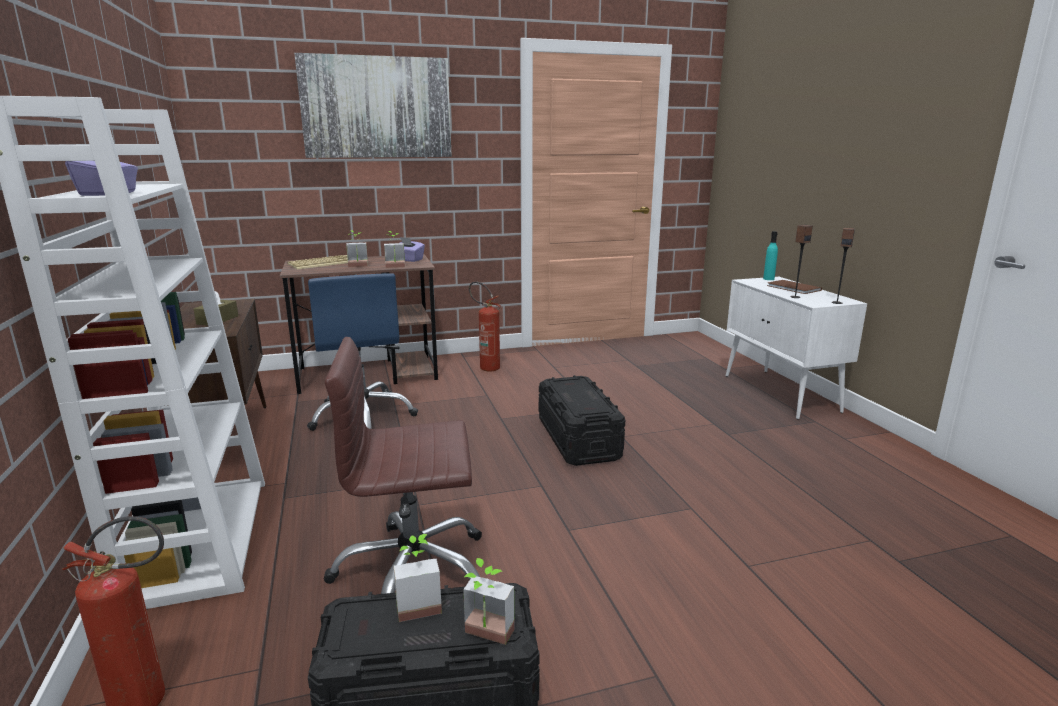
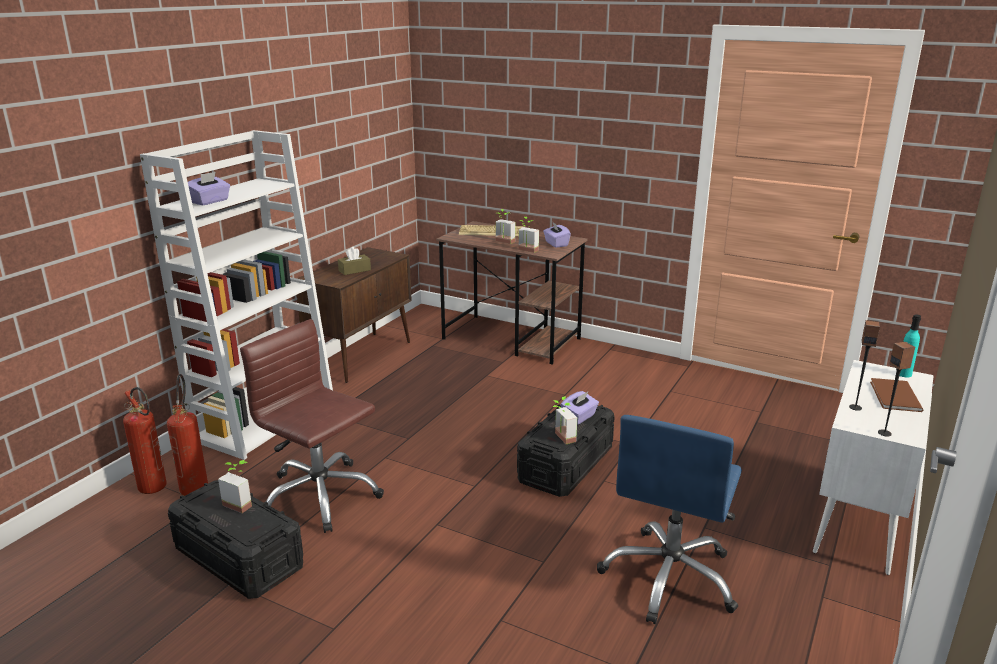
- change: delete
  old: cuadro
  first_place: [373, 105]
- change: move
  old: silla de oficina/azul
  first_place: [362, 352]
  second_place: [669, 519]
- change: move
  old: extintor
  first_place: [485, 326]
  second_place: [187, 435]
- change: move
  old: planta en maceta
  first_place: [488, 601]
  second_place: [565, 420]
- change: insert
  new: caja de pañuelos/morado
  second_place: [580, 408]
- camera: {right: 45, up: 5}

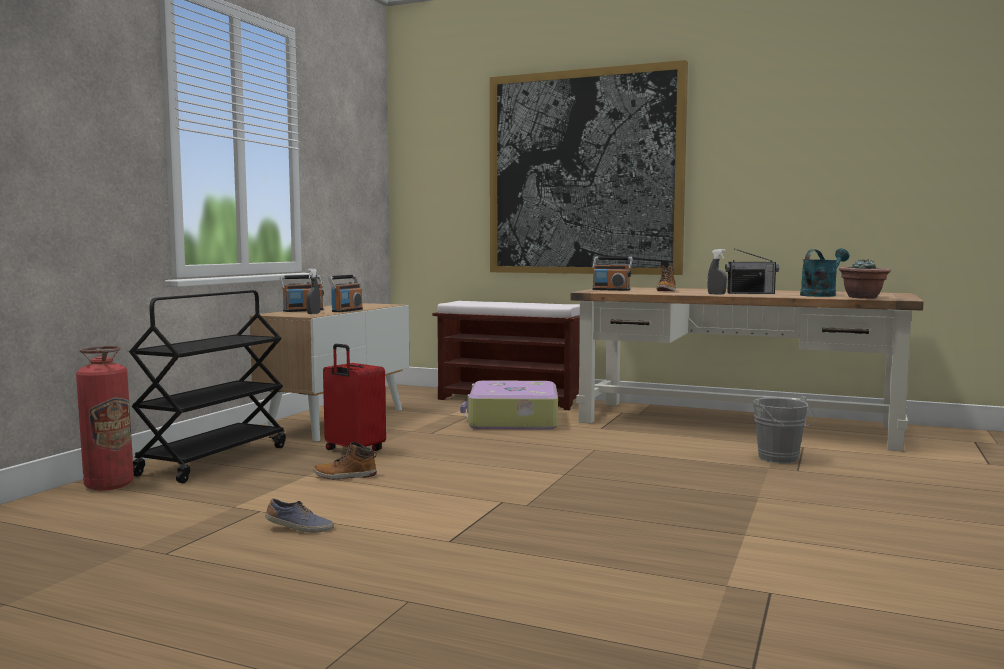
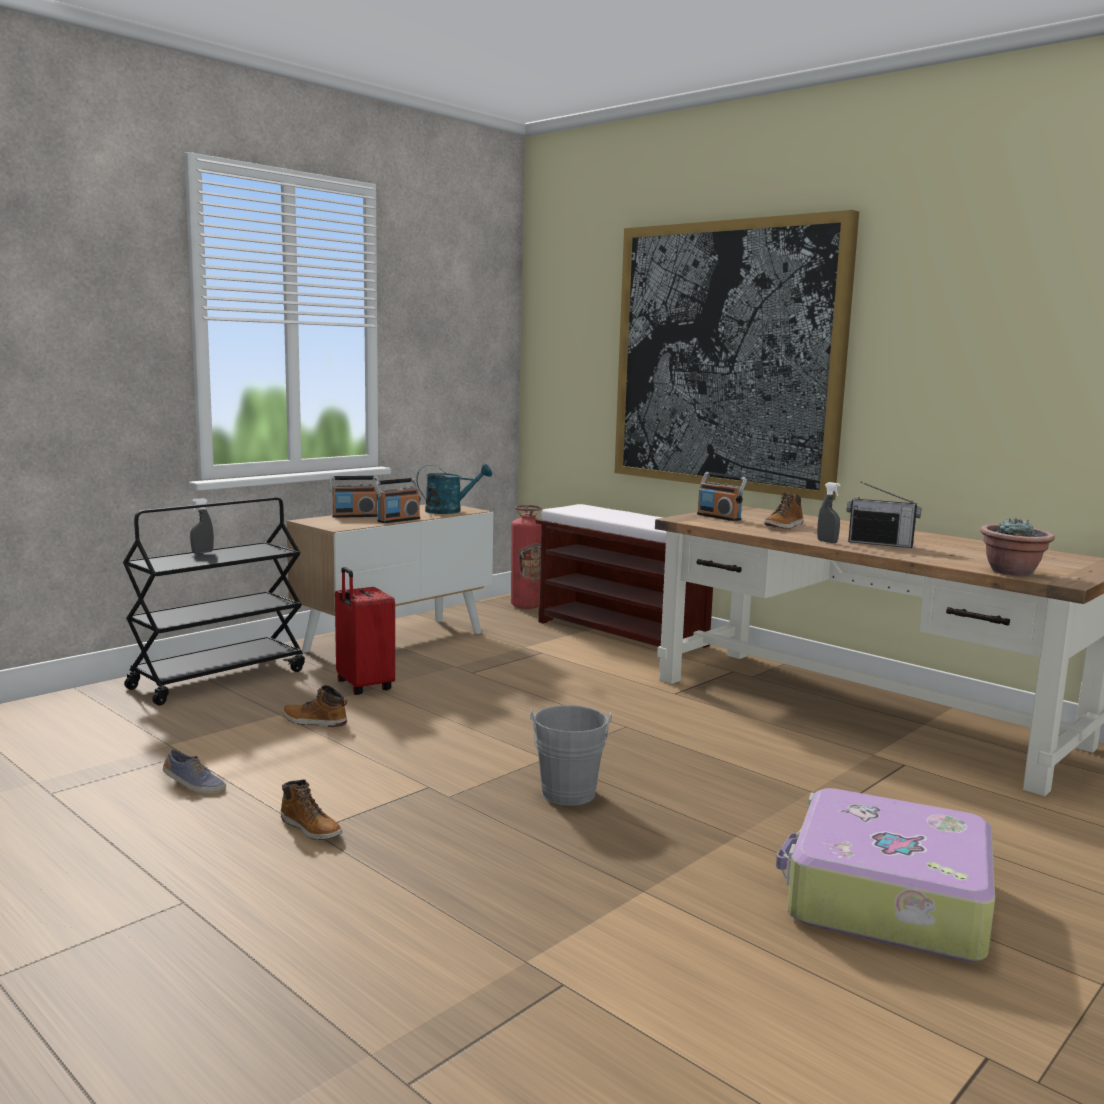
- change: move
  old: regadera/turquesa
  first_place: [824, 272]
  second_place: [454, 488]
- change: move
  old: pulverizador/gris
  first_place: [313, 291]
  second_place: [202, 526]
- change: move
  old: extintor
  first_place: [105, 418]
  second_place: [526, 557]
- change: move
  old: maleta
  first_place: [509, 405]
  second_place: [885, 875]
- change: move
  old: cubo/gris
  first_place: [784, 430]
  second_place: [571, 755]
- change: insert
  new: bota
  second_place: [311, 809]
- camera: {right: 20, up: 5}

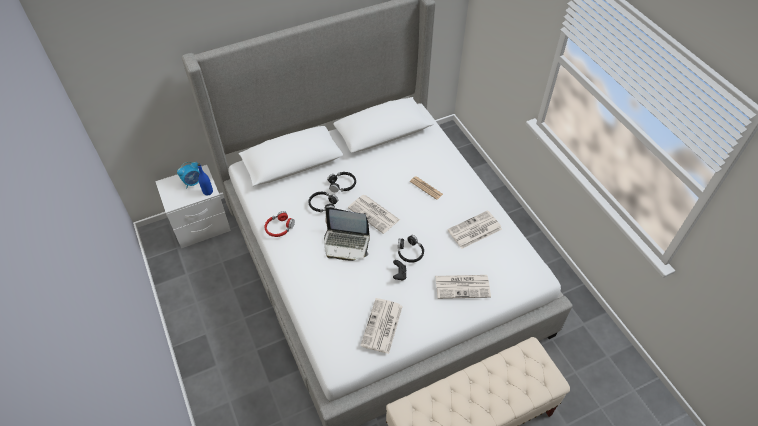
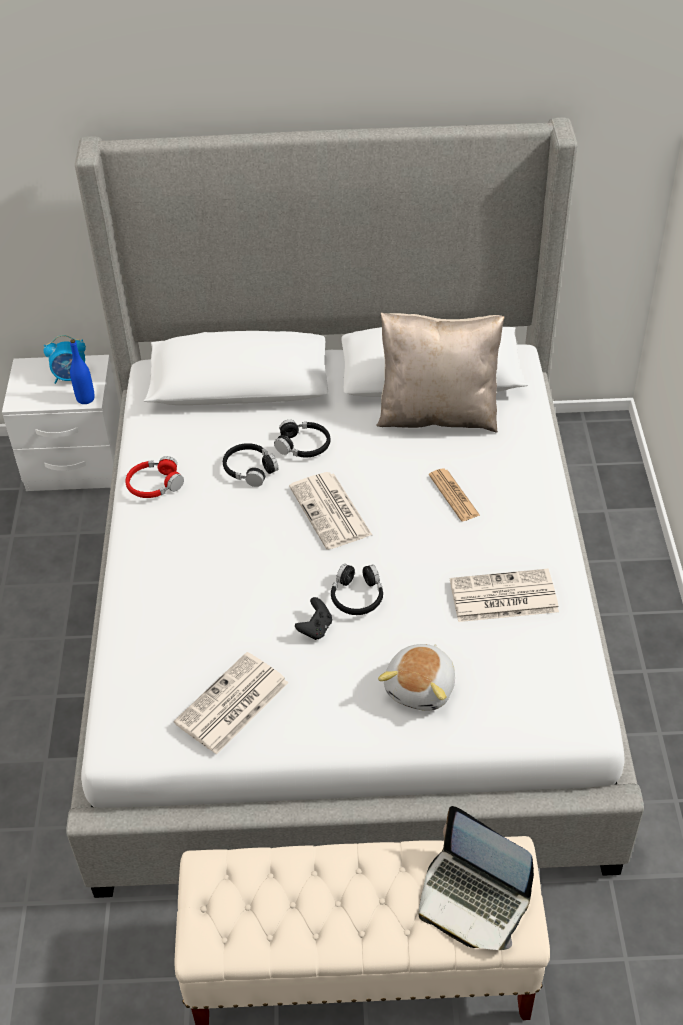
- change: move
  old: portátil
  first_place: [347, 234]
  second_place: [476, 878]
- change: replace
  old: periódico
  new: peluche
  first_place: [463, 287]
  second_place: [416, 677]
- change: insert
  new: cojín/beis
  second_place: [440, 372]
- camera: {right: 25, up: -5}

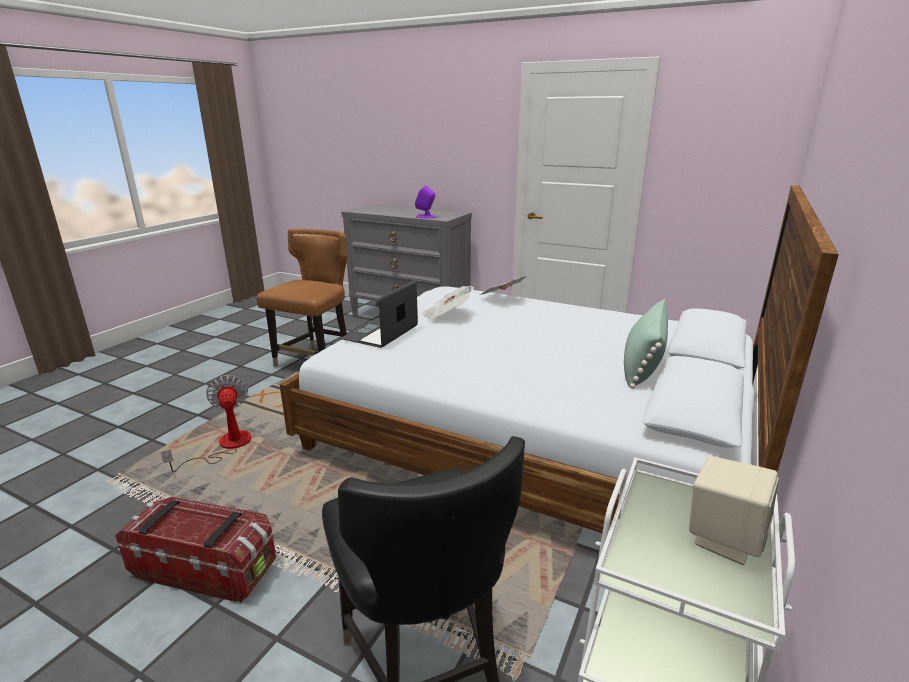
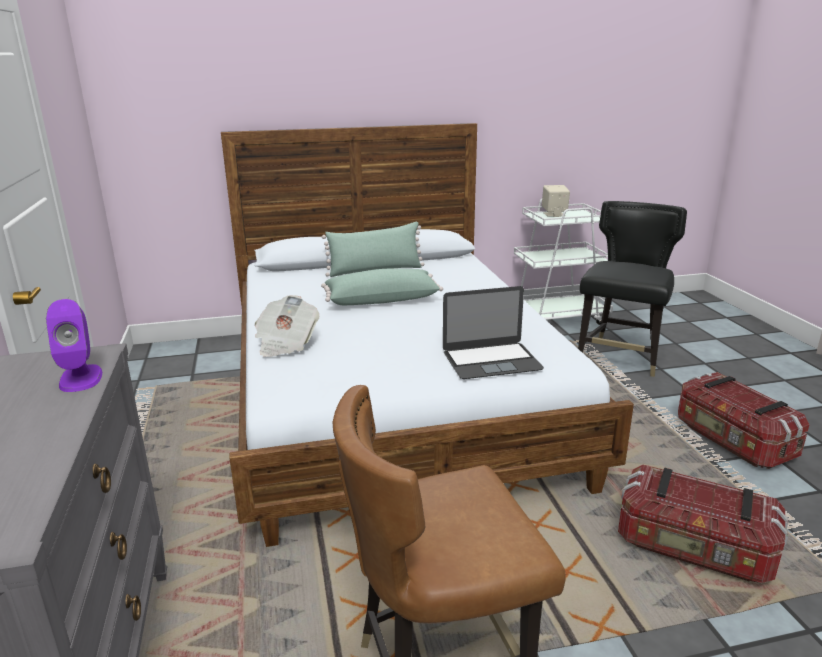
- change: delete
  old: periódico
  first_place: [448, 303]
- change: replace
  old: ventilador
  new: caja de almacenaje
  first_place: [206, 423]
  second_place: [703, 523]
- change: insert
  new: cojín/verde
  second_place: [382, 286]
- camera: {right: -130, up: 0}

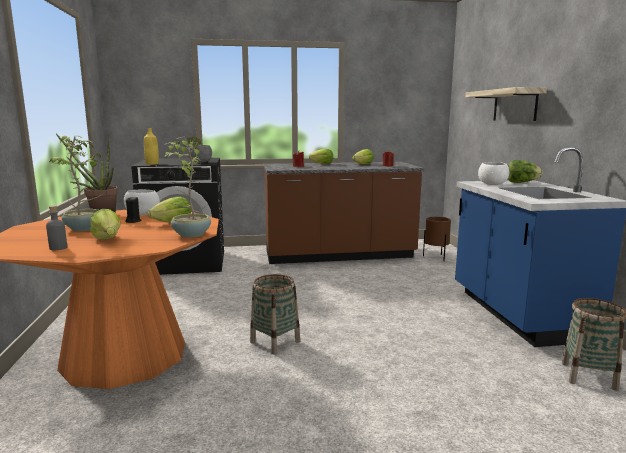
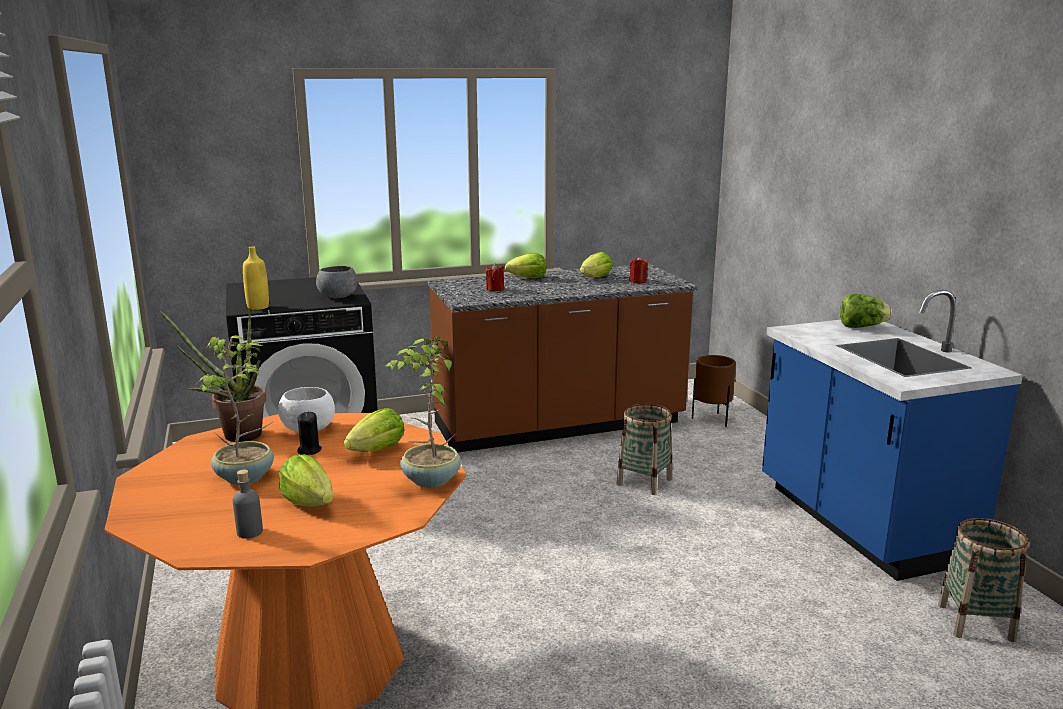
- change: delete
  old: estante
  first_place: [506, 104]
- change: delete
  old: cuenco/blanco
  first_place: [494, 173]
- change: move
  old: cesta
  first_place: [275, 314]
  second_place: [644, 449]
- camera: {right: -10, up: 5}

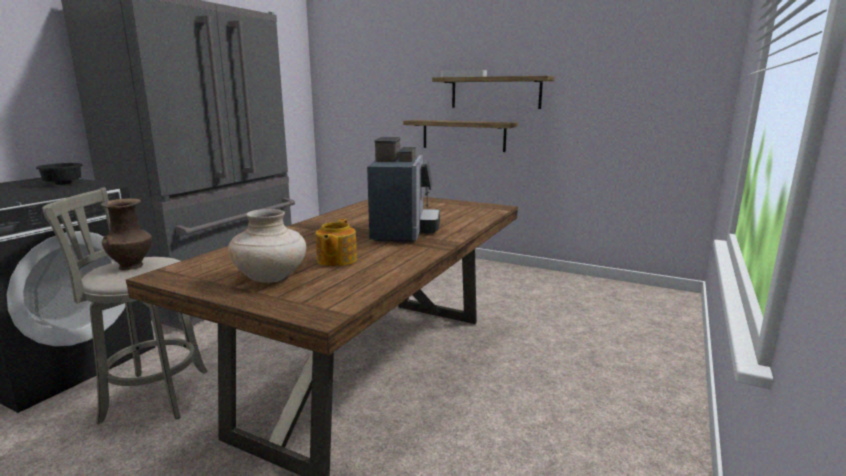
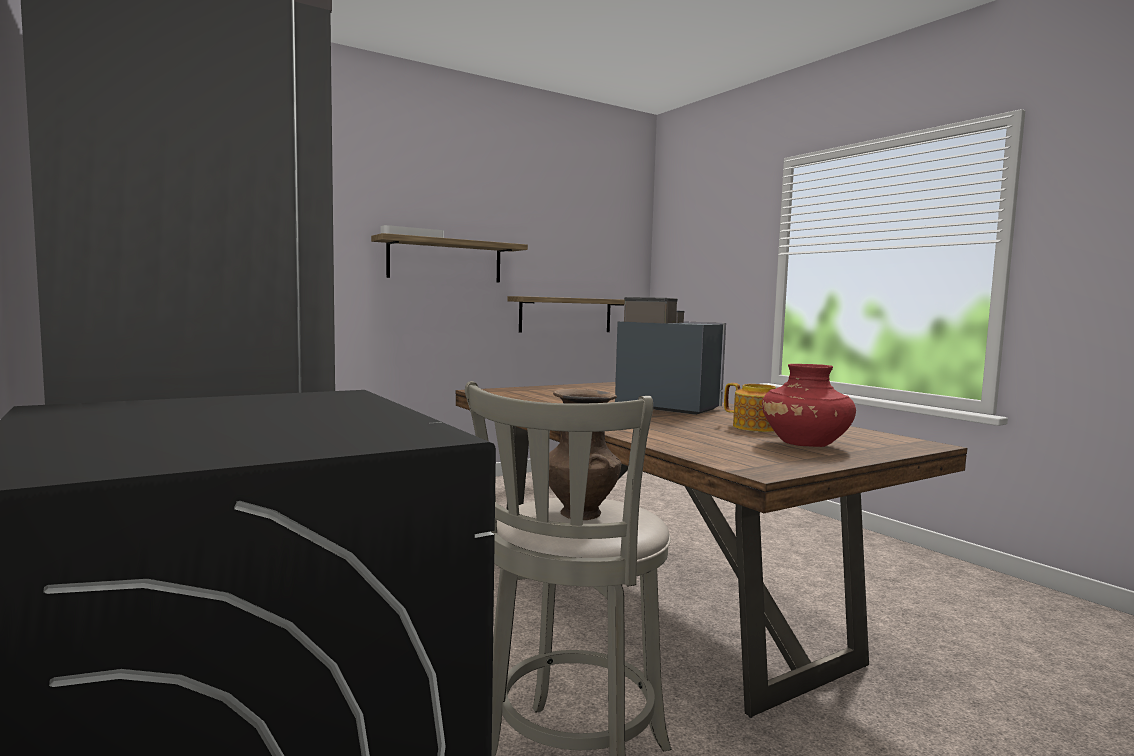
- change: move
  old: estante
  first_place: [460, 136]
  second_place: [566, 314]
- change: delete
  old: cuenco/negro
  first_place: [59, 174]
- change: recolor
  old: florero/beis
  new: florero/rojo
  first_place: [267, 246]
  second_place: [809, 405]
- camera: {right: -60, up: -10}

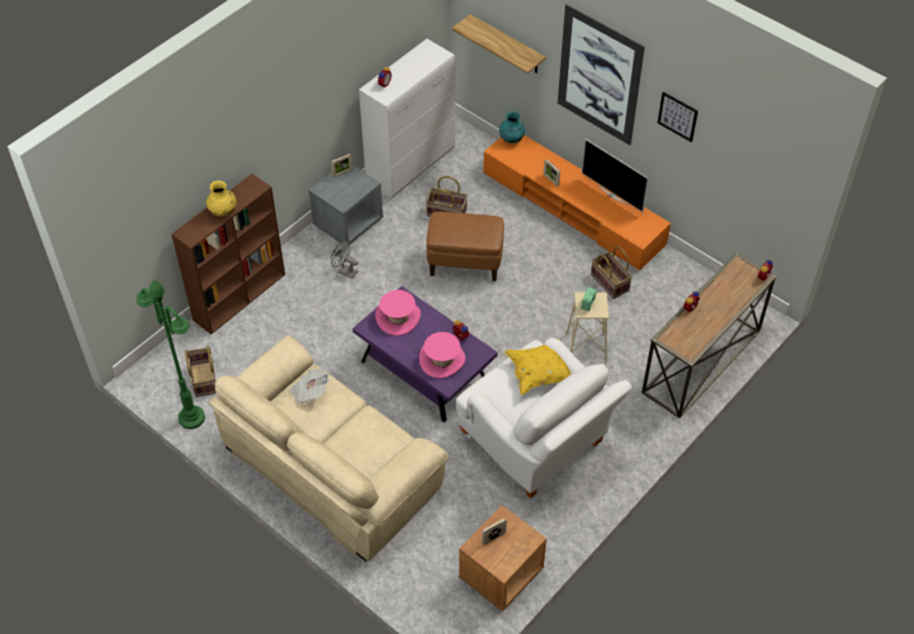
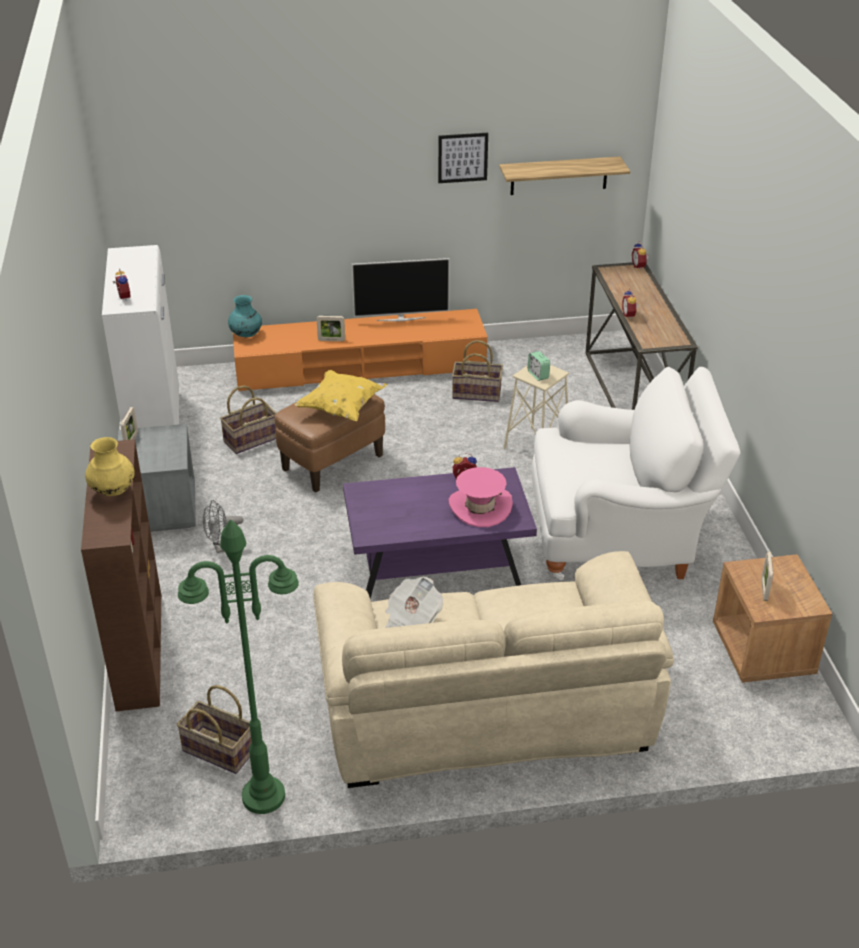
- change: delete
  old: cuadro
  first_place: [601, 74]
- change: move
  old: estante
  first_place: [499, 43]
  second_place: [564, 176]
- change: delete
  old: sombrero/rosa
  first_place: [398, 313]
- change: move
  old: cojín/amarillo
  first_place: [537, 367]
  second_place: [340, 395]
- camera: {right: -50, up: -15}

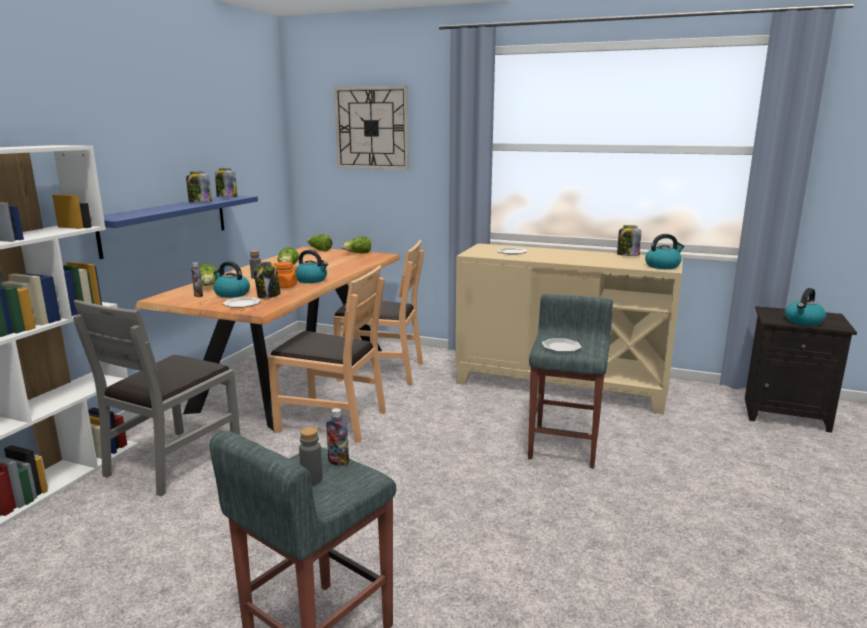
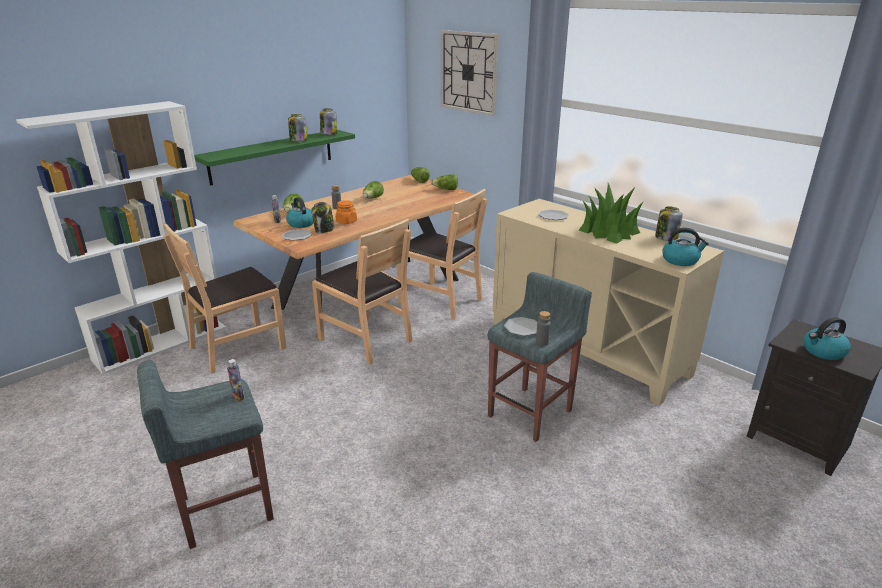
- change: recolor
  old: estante/azul
  new: estante/verde
  first_place: [176, 227]
  second_place: [274, 158]
- change: delete
  old: hervidor
  first_place: [311, 266]
- change: recolor
  old: silla/gris
  new: silla/marrón
  first_place: [156, 398]
  second_place: [225, 299]
- change: move
  old: botella/gris
  first_place: [310, 456]
  second_place: [543, 328]
- change: insert
  new: planta en maceta
  second_place: [611, 213]
- camera: {right: 25, up: 10}

